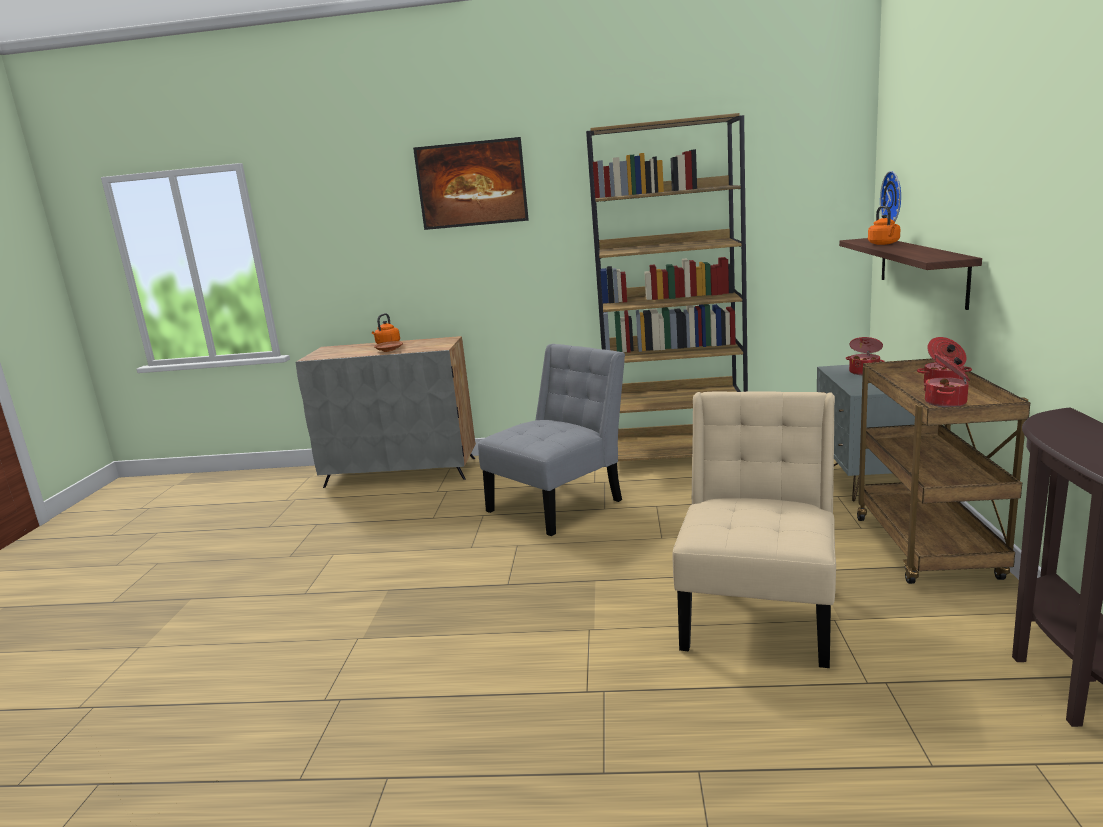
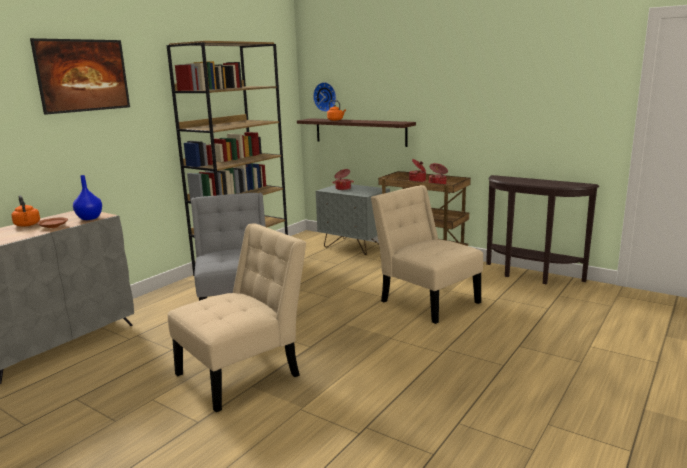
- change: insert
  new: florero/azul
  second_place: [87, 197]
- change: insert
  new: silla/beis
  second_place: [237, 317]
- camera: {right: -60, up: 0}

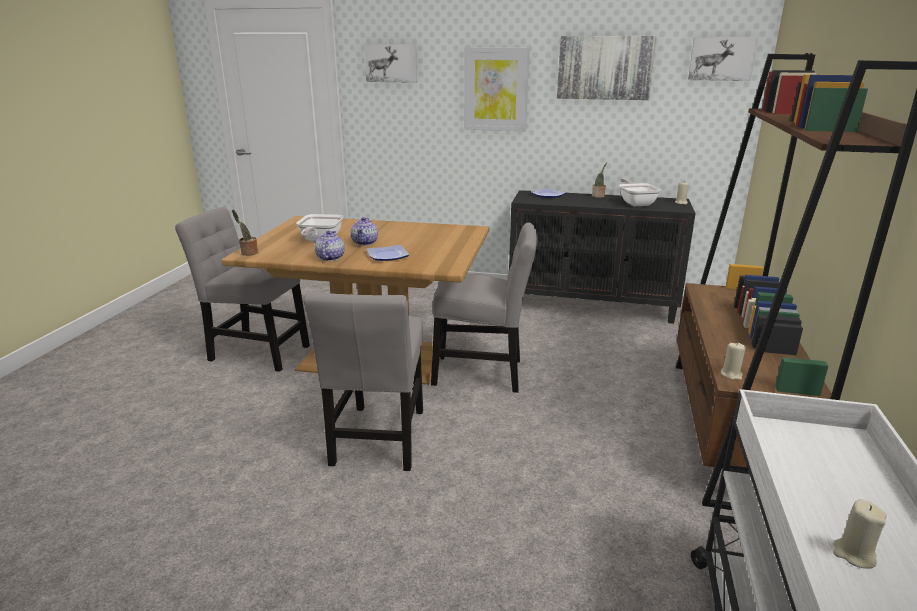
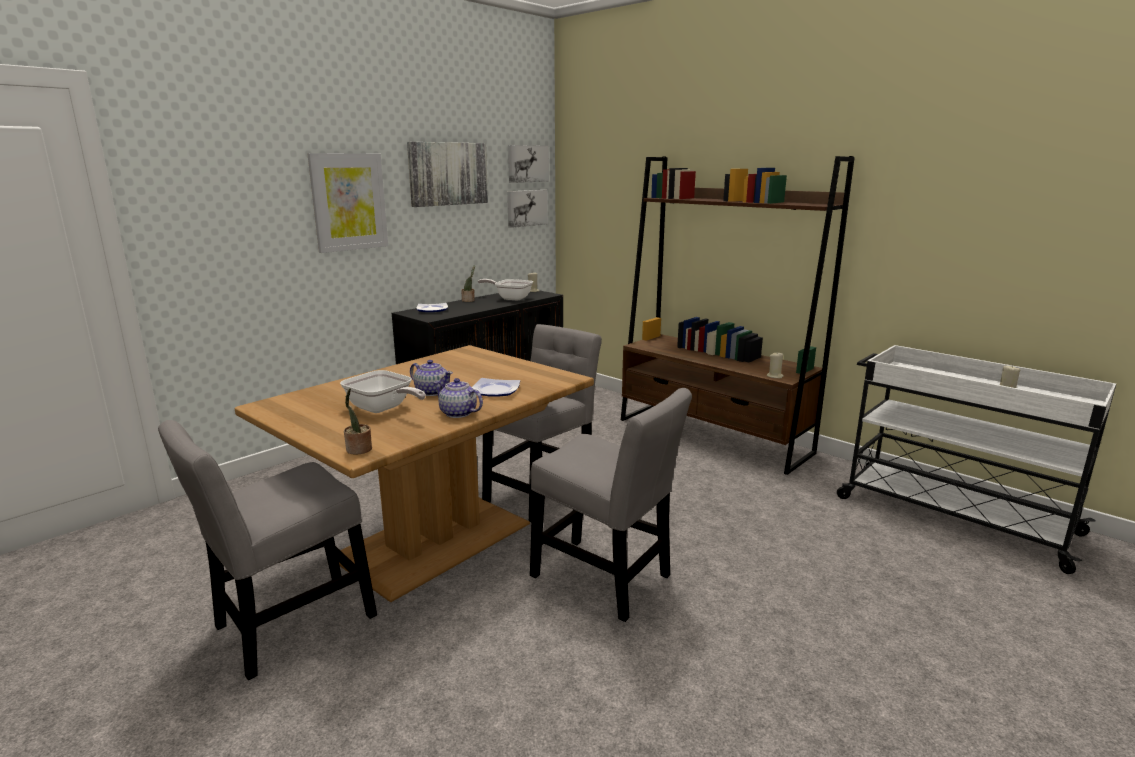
- change: move
  old: cuadro
  first_place: [390, 63]
  second_place: [527, 209]
- camera: {right: -60, up: -5}

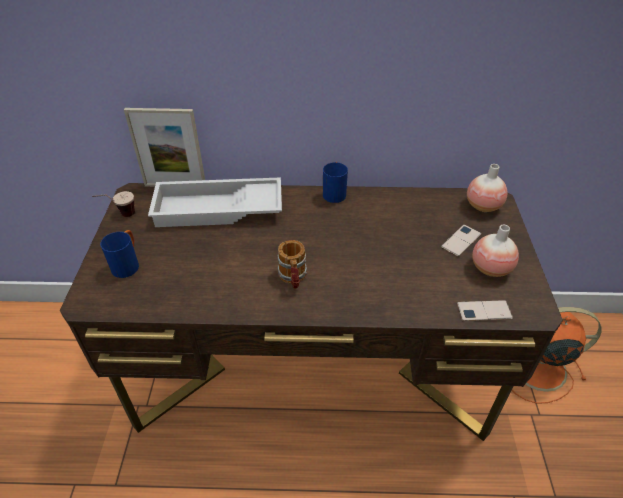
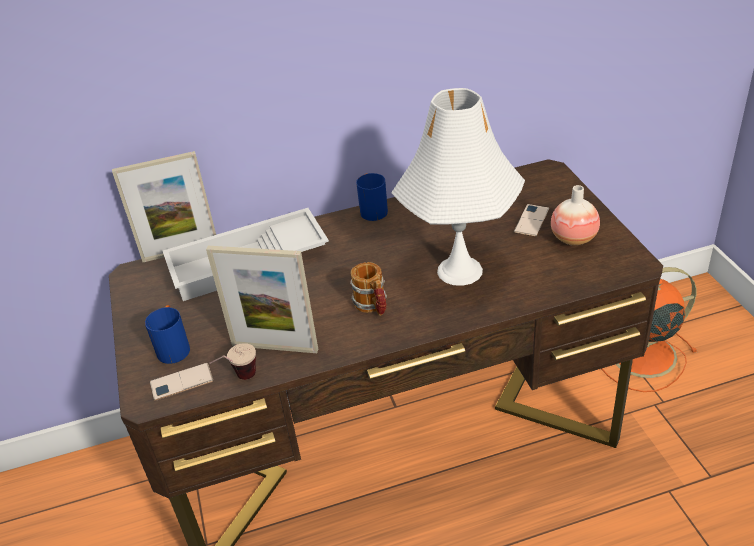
- change: delete
  old: florero
  first_place: [487, 188]
- change: move
  old: taza
  first_place: [113, 204]
  second_place: [233, 361]
- change: move
  old: móvil
  first_place: [485, 310]
  second_place: [181, 382]
- change: insert
  new: lámpara de mesa/blanco
  second_place: [458, 187]
- change: insert
  new: portarretratos
  second_place: [262, 299]
- camera: {right: -15, up: -5}

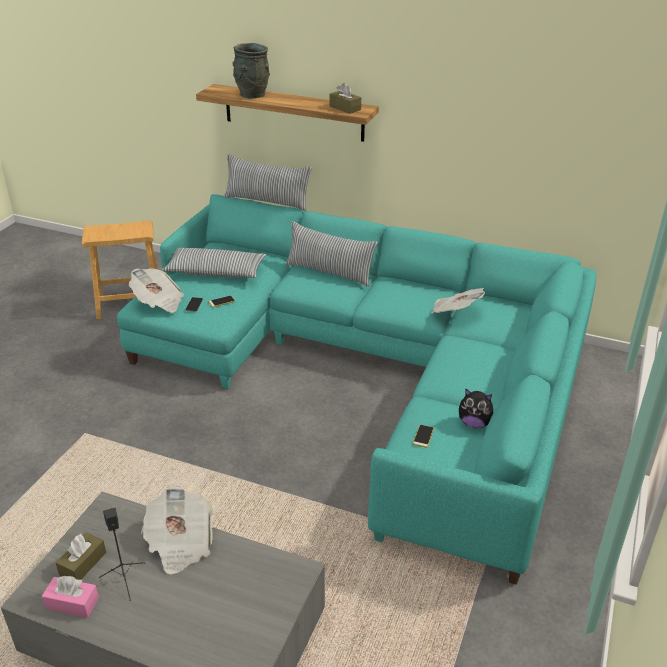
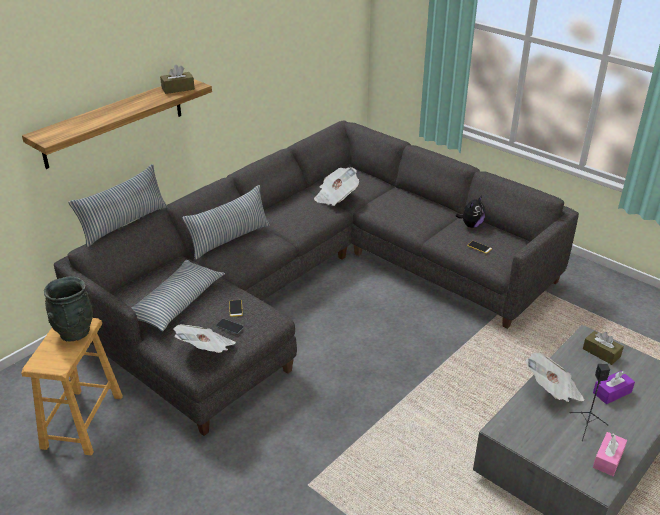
- change: move
  old: florero/gris
  first_place: [251, 70]
  second_place: [68, 309]
- change: recolor
  old: sofá/turquesa
  new: sofá/gris
  first_place: [356, 389]
  second_place: [316, 278]
- change: move
  old: caja de pañuelos/marrón
  first_place: [81, 556]
  second_place: [603, 348]
- change: insert
  new: caja de pañuelos/morado
  second_place: [614, 387]
- camera: {right: -70, up: 0}

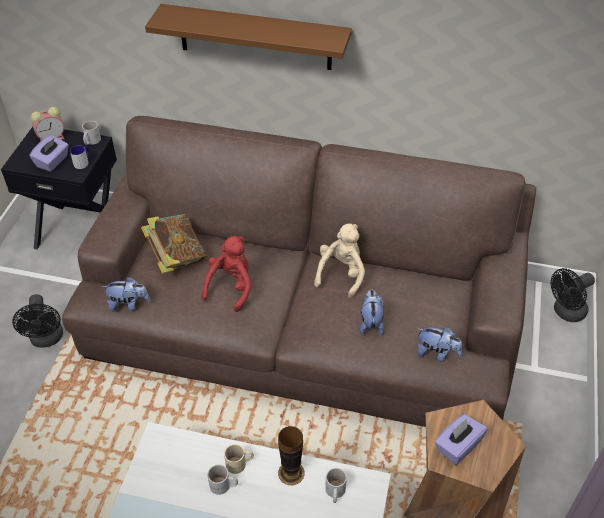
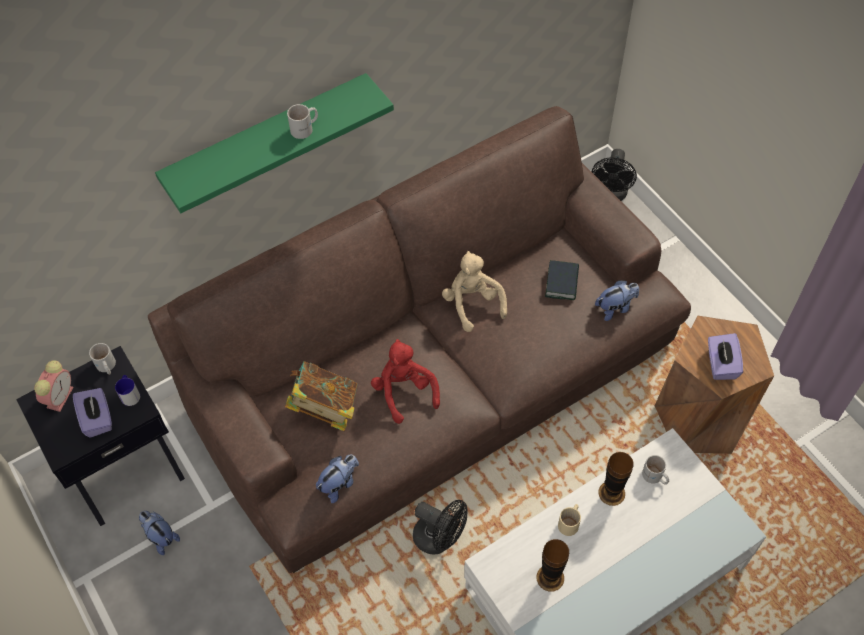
- change: recolor
  old: estante/marrón
  new: estante/verde
  first_place: [248, 37]
  second_place: [274, 143]
- change: move
  old: peluche
  first_place: [372, 312]
  second_place: [159, 533]
- change: move
  old: ventilador/negro
  first_place: [37, 321]
  second_place: [440, 527]
- change: move
  old: taza grande/blanco
  first_place: [222, 479]
  second_place: [302, 121]
- change: insert
  new: libro
  second_place: [562, 280]
- change: insert
  new: florero
  second_place: [552, 565]
- camera: {right: -45, up: 10}

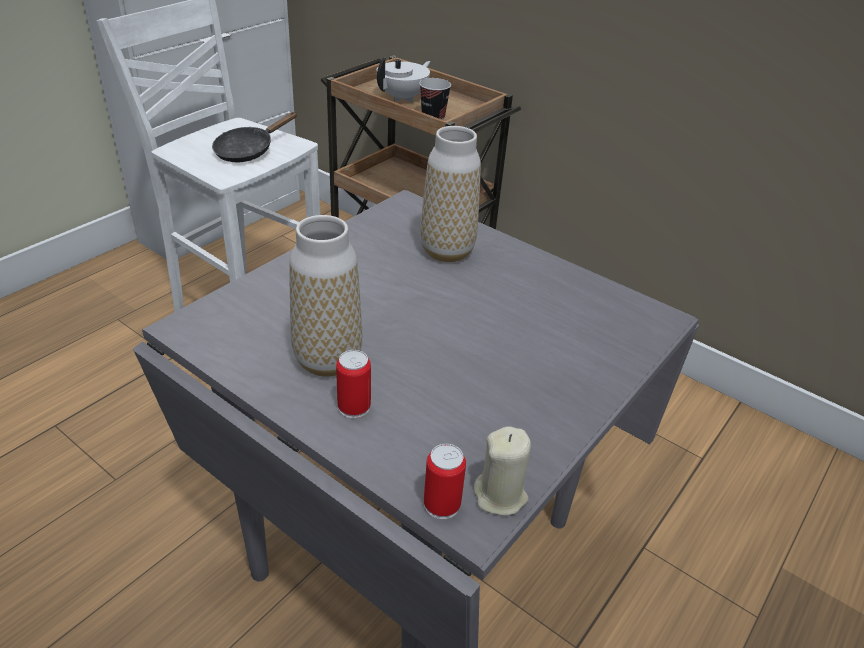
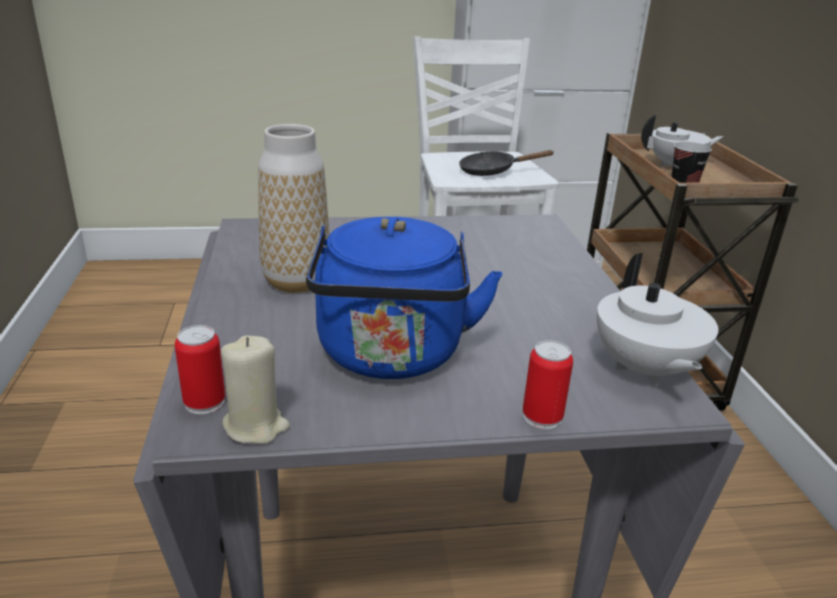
- change: delete
  old: florero
  first_place: [450, 194]
- change: move
  old: lata
  first_place: [353, 384]
  second_place: [548, 385]
- change: insert
  new: hervidor/azul
  second_place: [404, 298]
- change: insert
  new: tetera/blanco
  second_place: [657, 319]
- camera: {right: 45, up: -10}

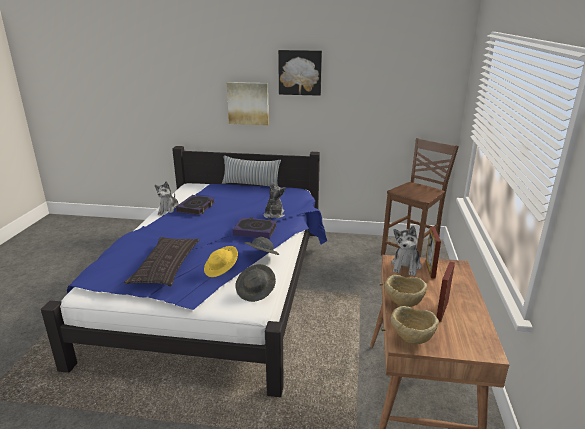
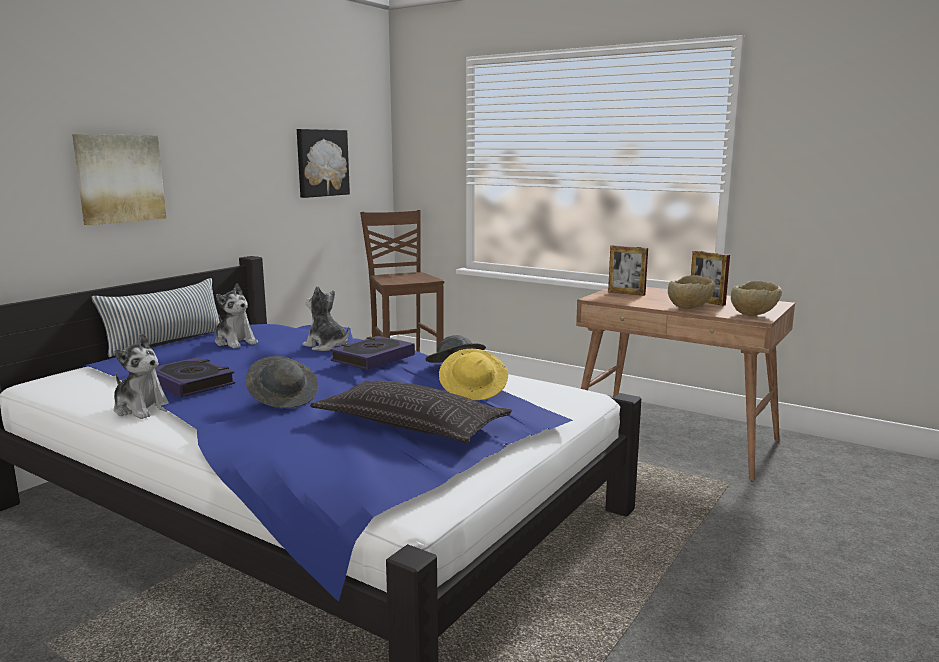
- change: move
  old: cuadro
  first_place: [300, 73]
  second_place: [323, 163]
- change: move
  old: peluche
  first_place: [406, 251]
  second_place: [236, 316]
- change: move
  old: sombrero/gris
  first_place: [255, 283]
  second_place: [282, 382]
- camera: {right: -65, up: -10}

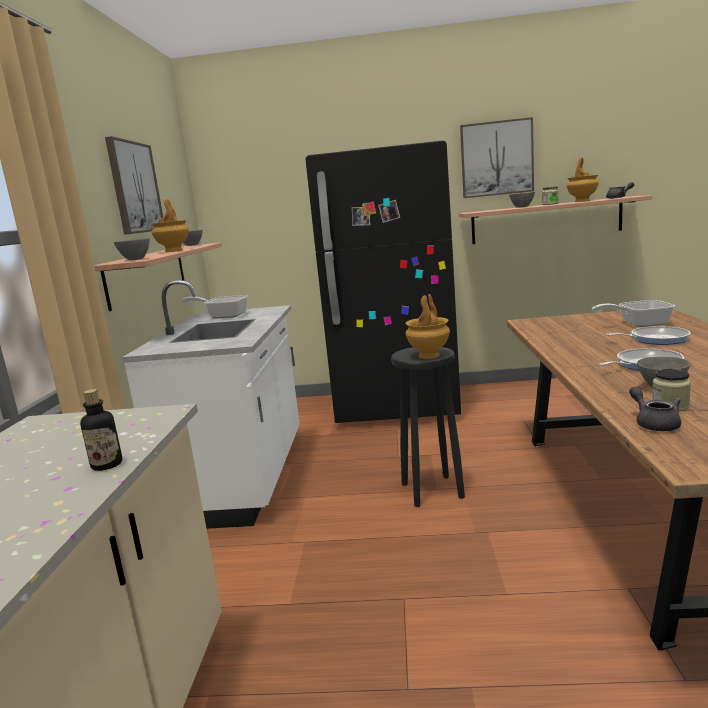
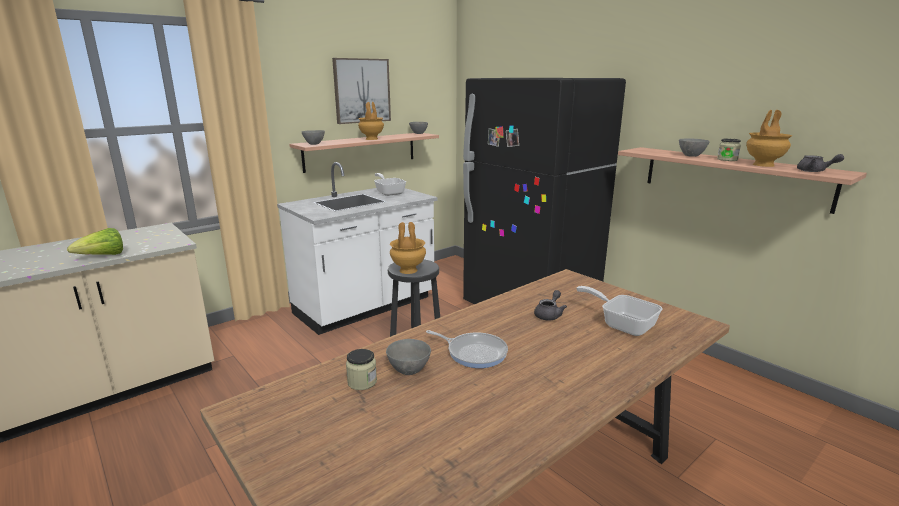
- change: delete
  old: cuadro
  first_place: [497, 157]
- change: delete
  old: sartén
  first_place: [648, 335]
- change: move
  old: tetera/gris
  first_place: [655, 409]
  second_place: [550, 305]
- change: replace
  old: botella
  new: lechuga
  first_place: [101, 430]
  second_place: [95, 241]
- camera: {right: 45, up: 5}

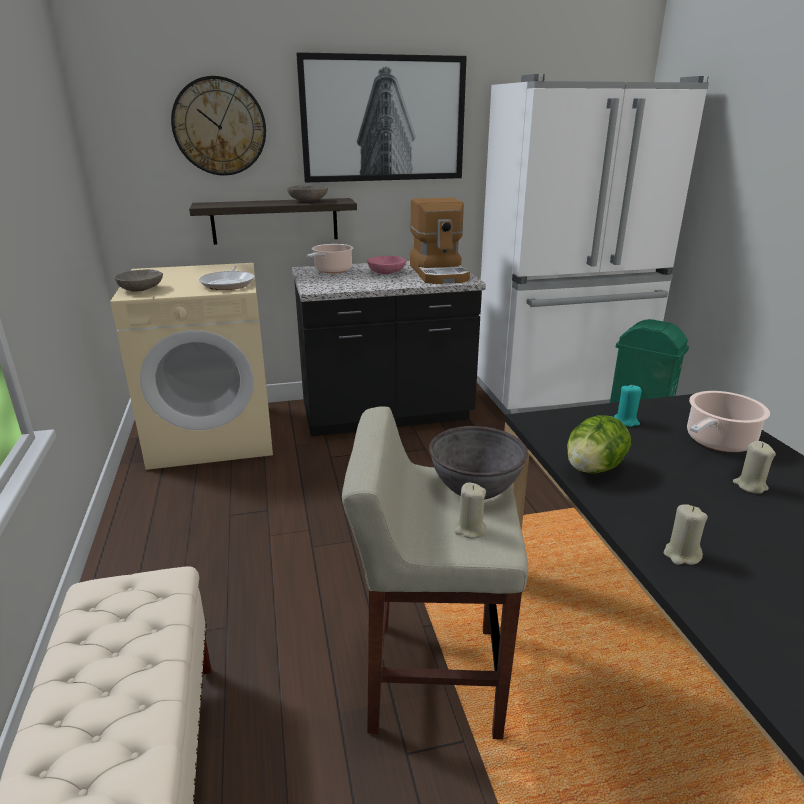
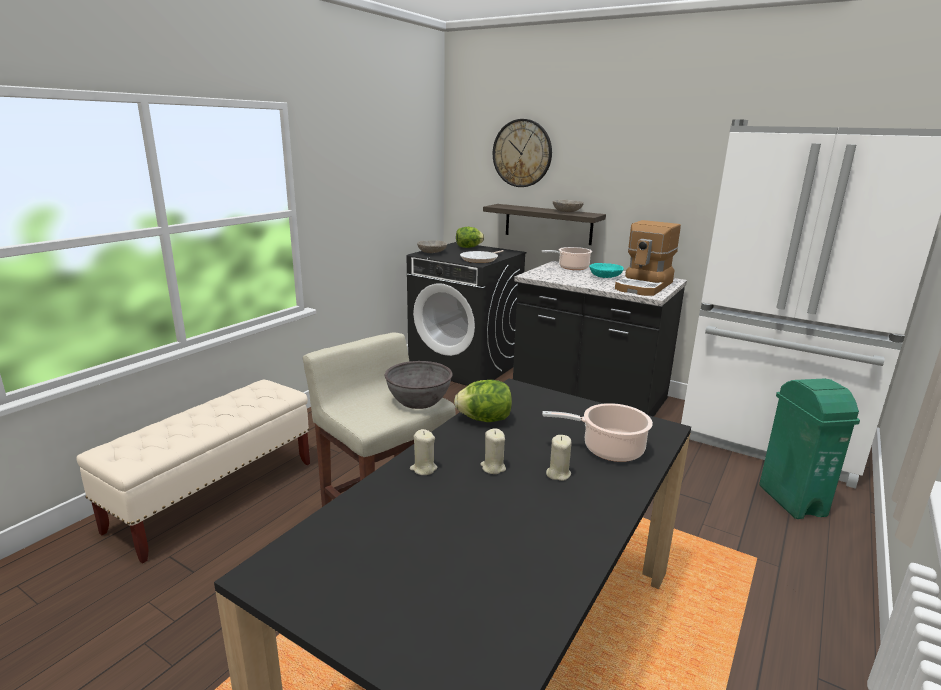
- change: delete
  old: cuadro
  first_place: [381, 117]
- change: recolor
  old: cuenco/rosa
  new: cuenco/turquesa
  first_place: [386, 265]
  second_place: [606, 270]
- change: recolor
  old: lavadora/beis
  new: lavadora/negro
  first_place: [192, 366]
  second_place: [467, 314]
- change: delete
  old: vela/turquesa
  first_place: [628, 405]
- change: move
  old: vela/beis
  first_place: [470, 510]
  second_place: [493, 451]
- change: insert
  new: lechuga
  second_place: [470, 237]
- camera: {right: 45, up: -5}

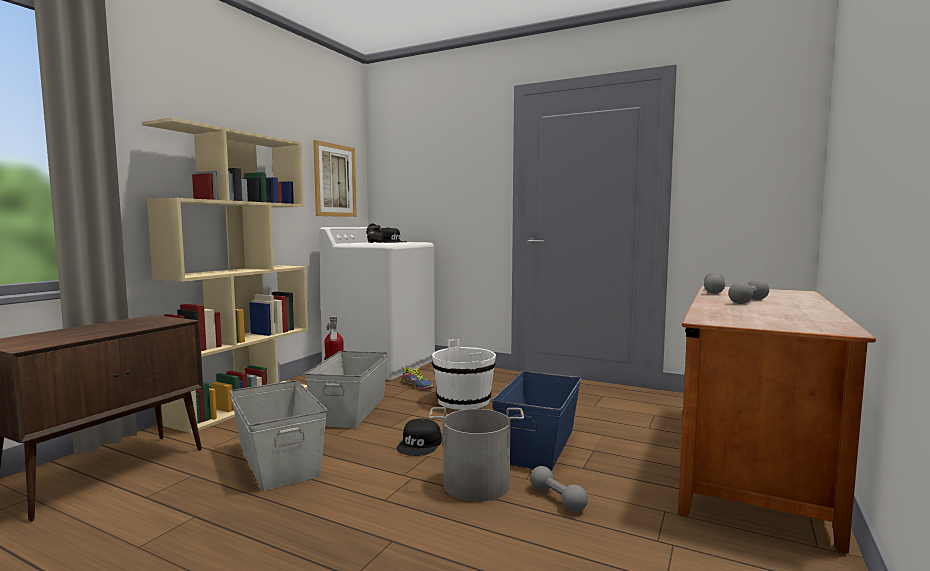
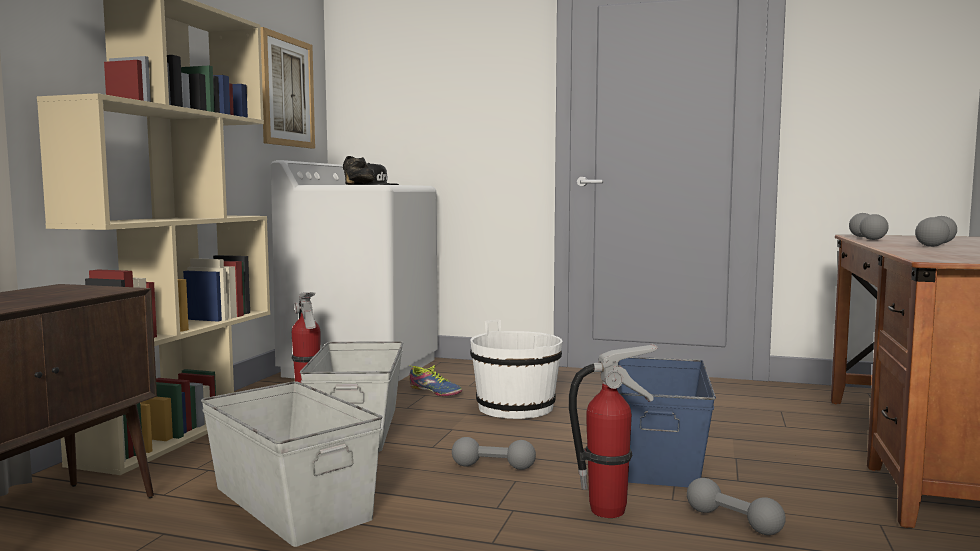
- change: replace
  old: cubo/gris
  new: extintor
  first_place: [476, 454]
  second_place: [613, 431]
- change: replace
  old: gorra/negro
  new: mancuerna/gris
  first_place: [419, 437]
  second_place: [494, 453]
- camera: {right: -10, up: 0}

